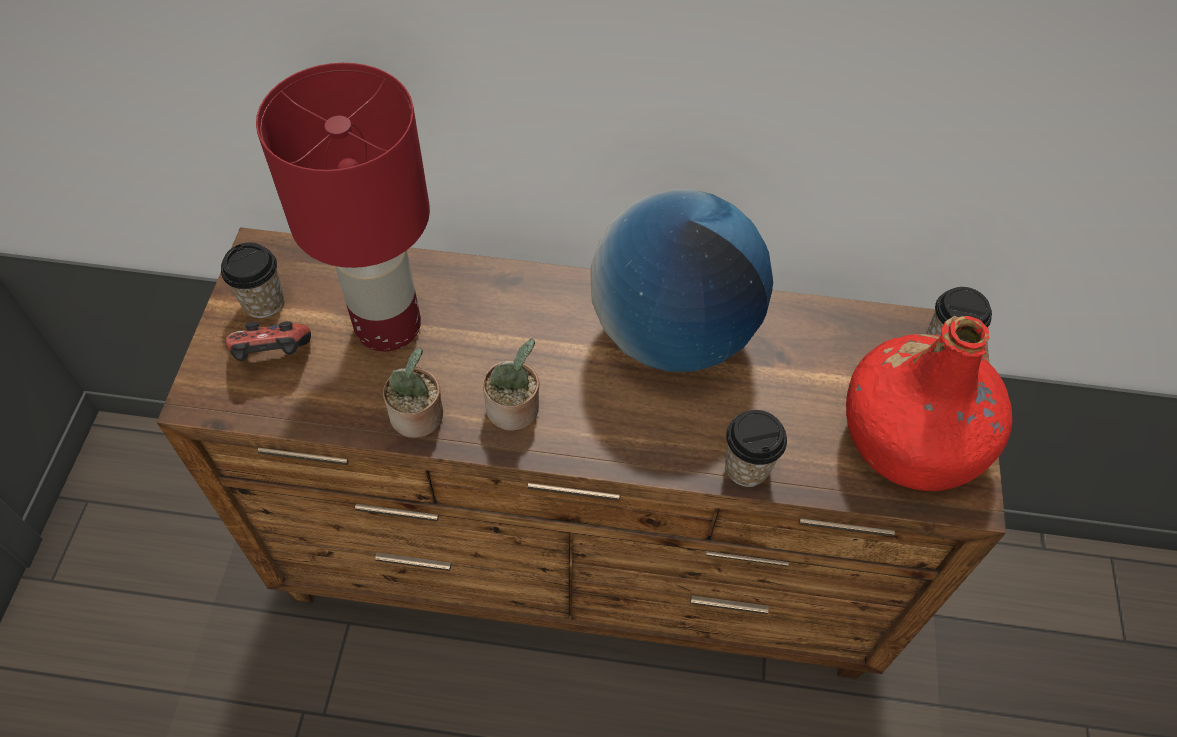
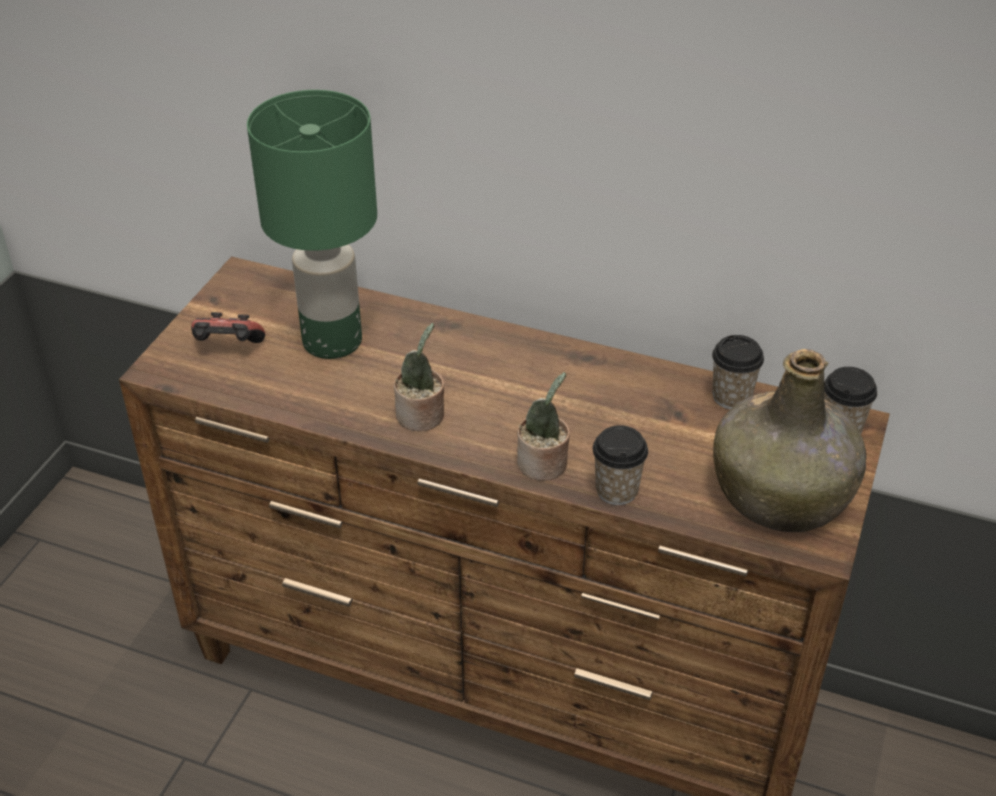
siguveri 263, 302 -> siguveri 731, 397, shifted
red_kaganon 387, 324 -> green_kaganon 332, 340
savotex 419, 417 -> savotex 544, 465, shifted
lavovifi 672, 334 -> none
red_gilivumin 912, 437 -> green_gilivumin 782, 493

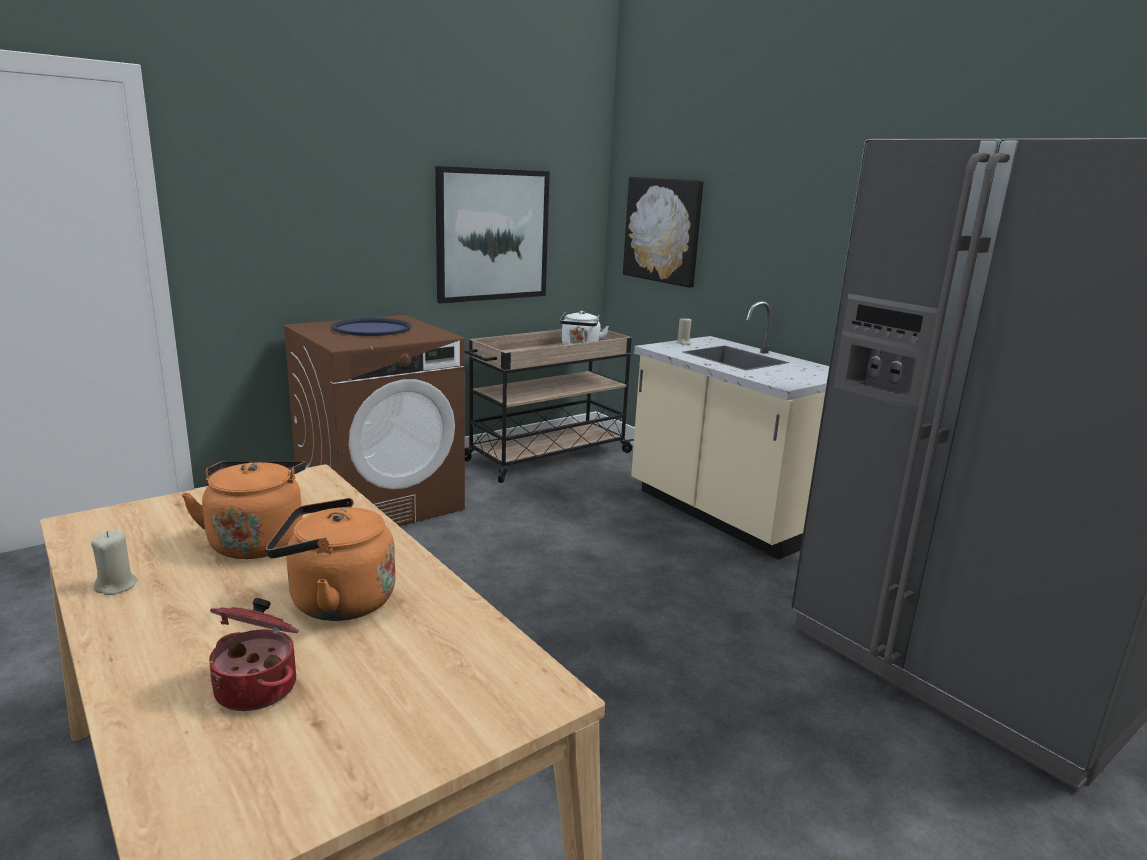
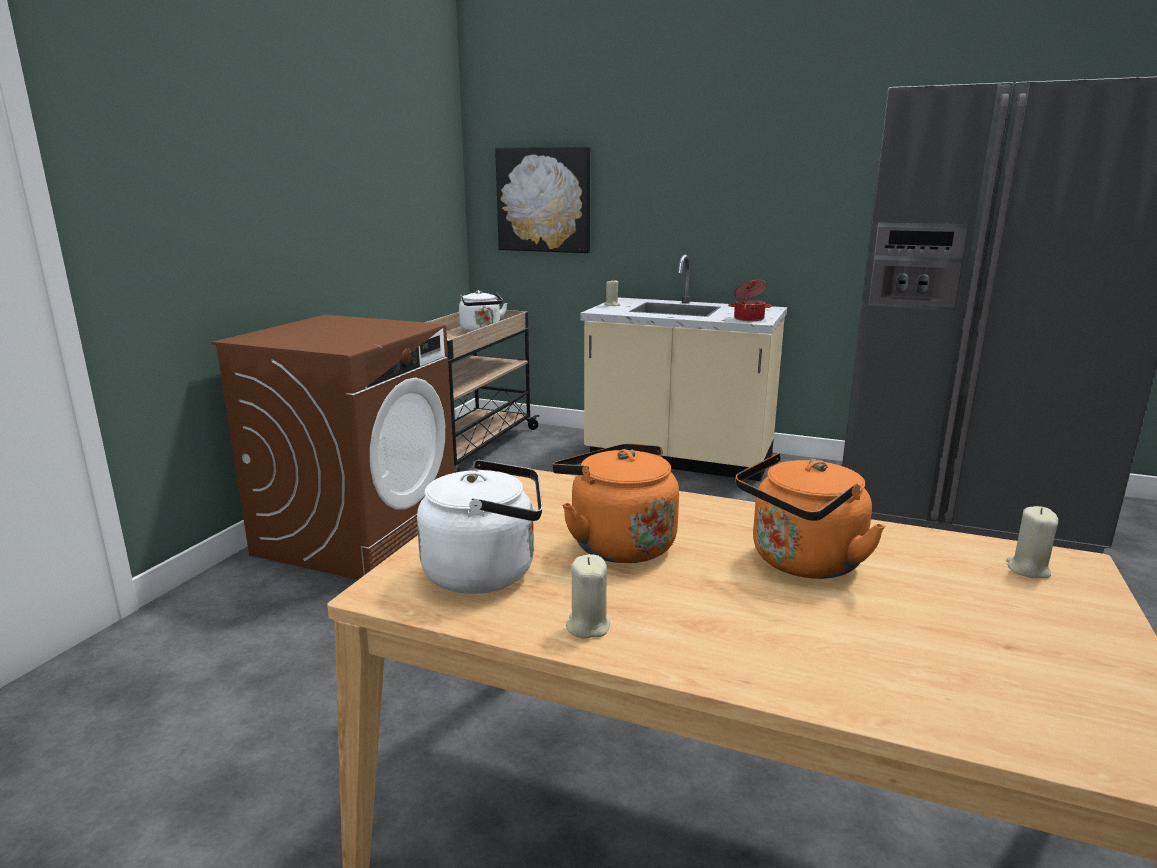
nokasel 258, 687 -> nokasel 748, 319, shifted
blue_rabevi 372, 328 -> none
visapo 492, 235 -> none
none -> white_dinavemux 487, 572
none -> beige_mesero 1027, 569

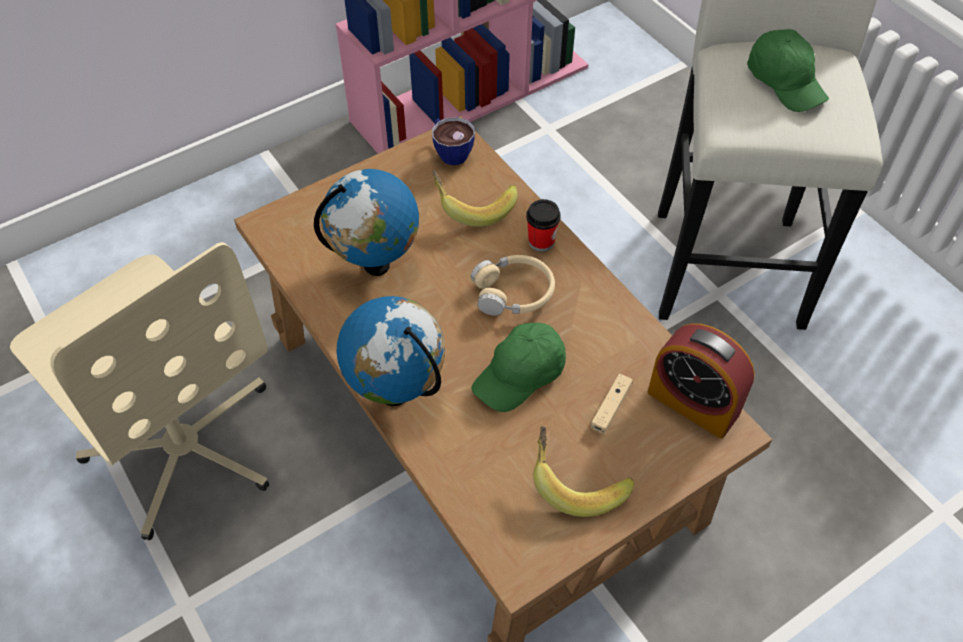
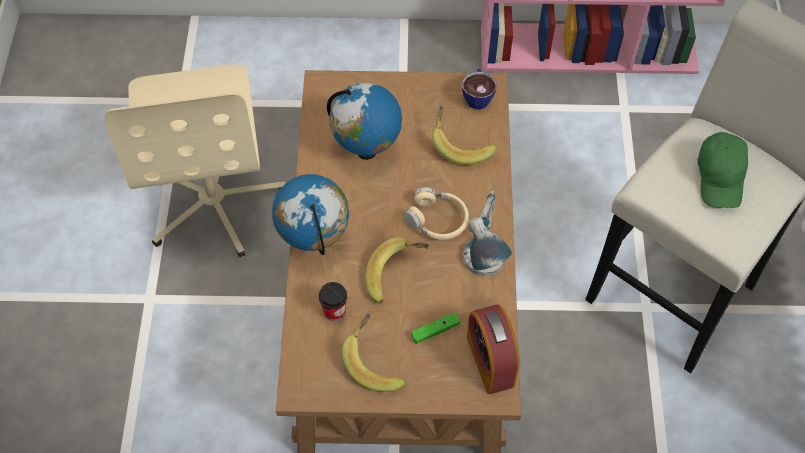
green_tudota 521, 375 -> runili 397, 276
siguveri 541, 242 -> siguveri 334, 311, shifted
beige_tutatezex 611, 407 -> green_tutatezex 435, 331
none -> kaganon 483, 275

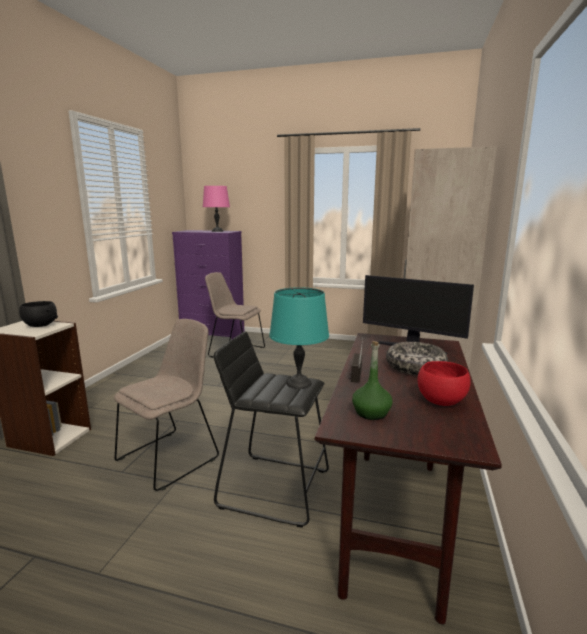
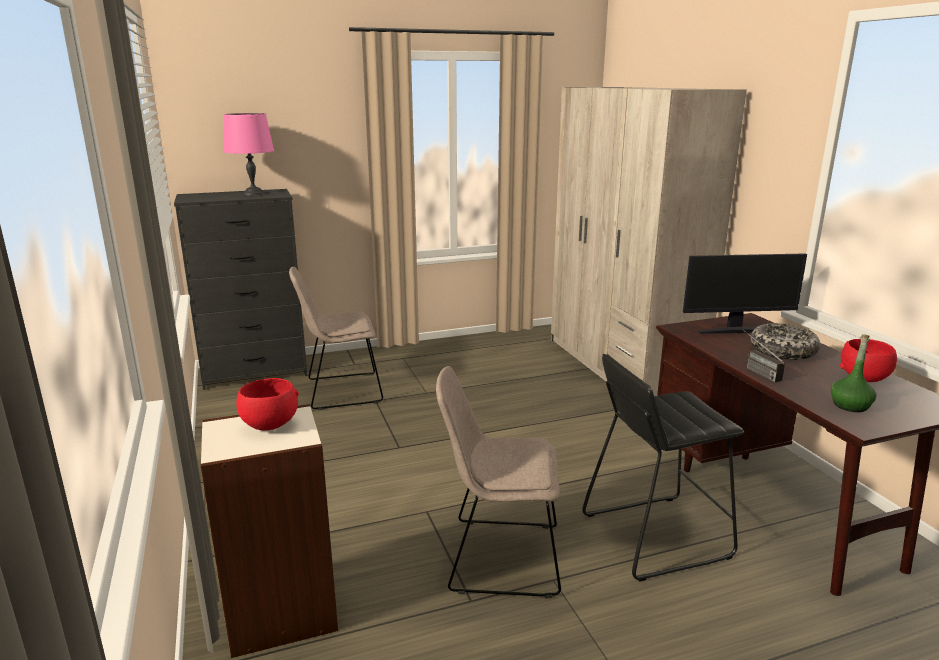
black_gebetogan 40, 325 -> red_gebetogan 269, 425
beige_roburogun 171, 457 -> beige_roburogun 499, 557, 90 degrees counterclockwise
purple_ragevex 213, 334 -> black_ragevex 256, 372
turquoise_kaganon 299, 383 -> none

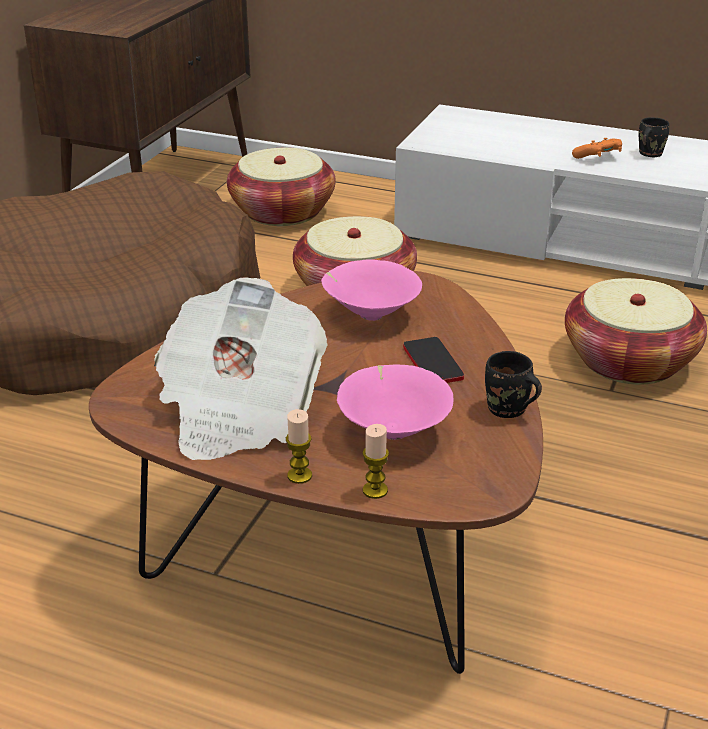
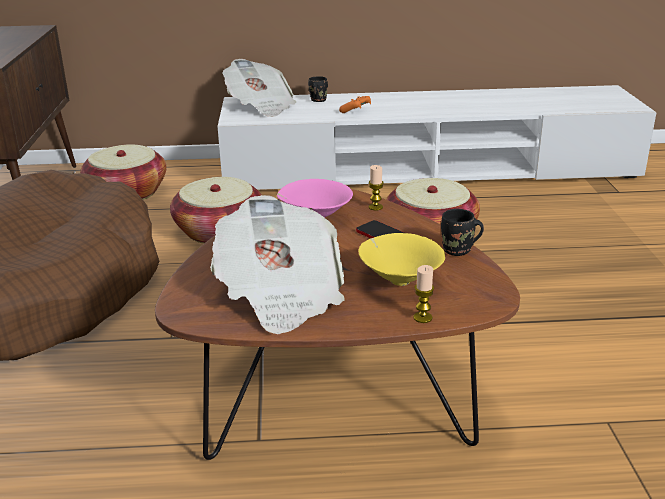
mesero 299, 475 -> mesero 375, 207, shifted
pink_gebetogan 393, 430 -> yellow_gebetogan 398, 280
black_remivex 648, 154 -> black_remivex 317, 100, shifted
none -> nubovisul 260, 107

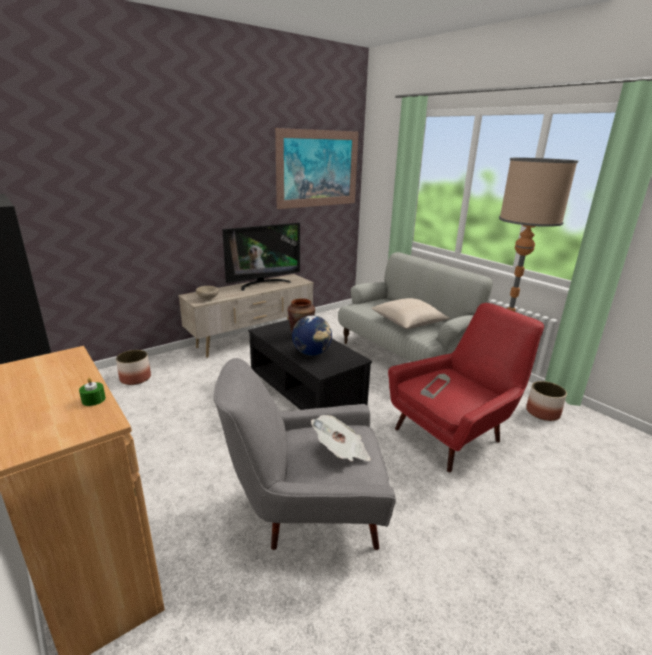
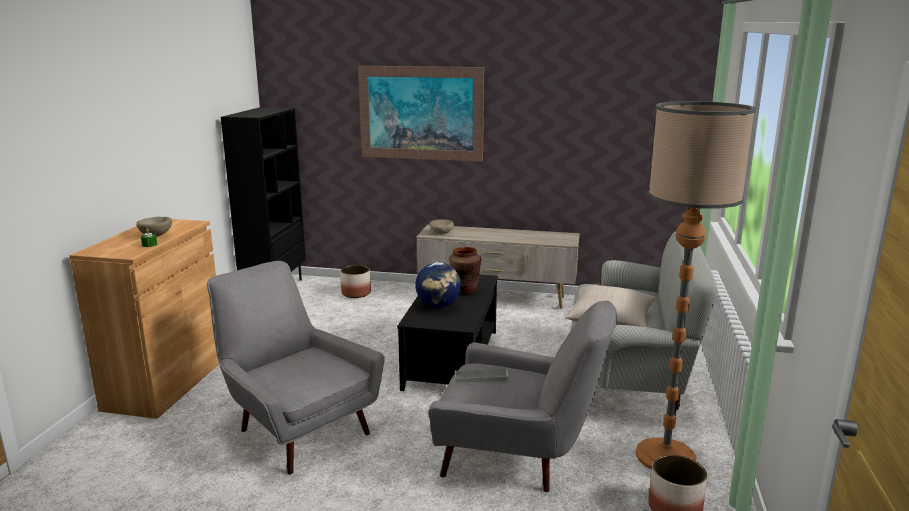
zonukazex 263, 283 -> none
visapo 318, 169 -> visapo 421, 113, shifted
nubovisul 341, 452 -> none
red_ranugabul 455, 433 -> grey_ranugabul 517, 458
none -> beige_gebetogan 156, 235

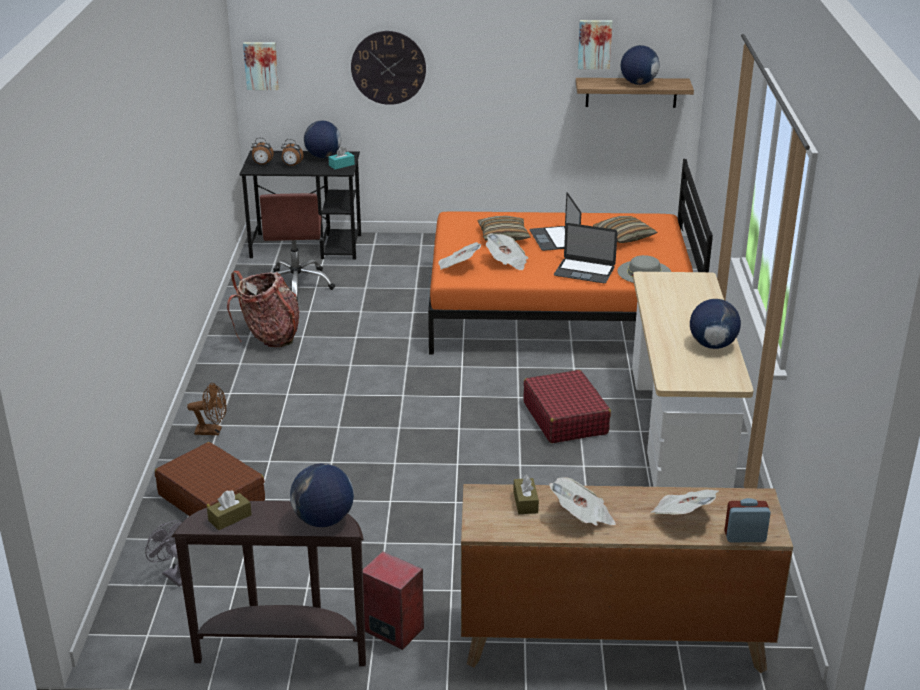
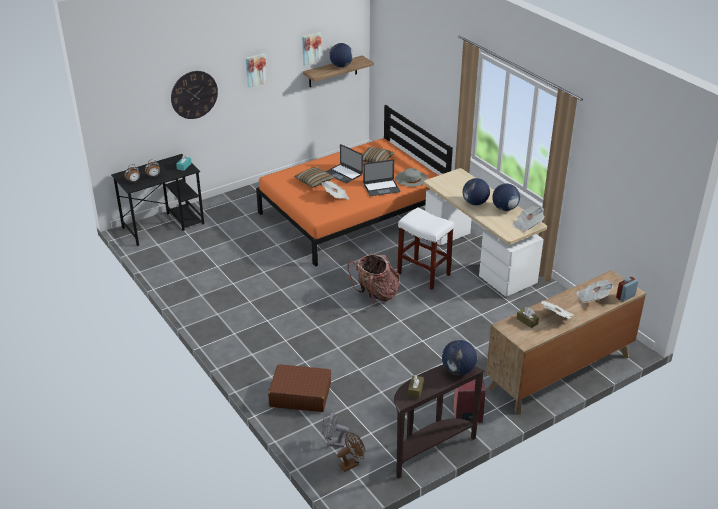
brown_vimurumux 212, 431 -> brown_vimurumux 351, 463, shifted
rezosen 269, 337 -> rezosen 376, 295, shifted
visapo 261, 65 -> visapo 255, 70, shifted
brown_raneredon 297, 284 -> none
lavovifi 323, 156 -> lavovifi 475, 203, shifted
nubovisul 458, 266 -> nubovisul 527, 225, shifted
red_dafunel 565, 418 -> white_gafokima 423, 274

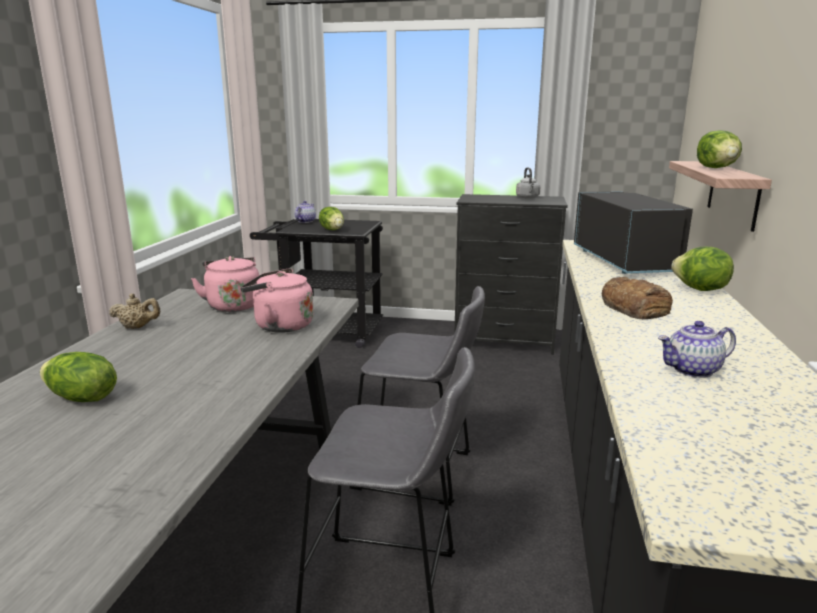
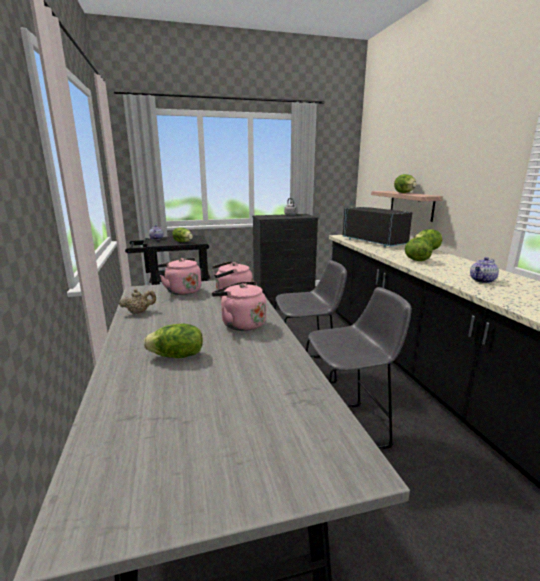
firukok 635, 307 -> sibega 416, 260
none -> pink_dinavemux 241, 324

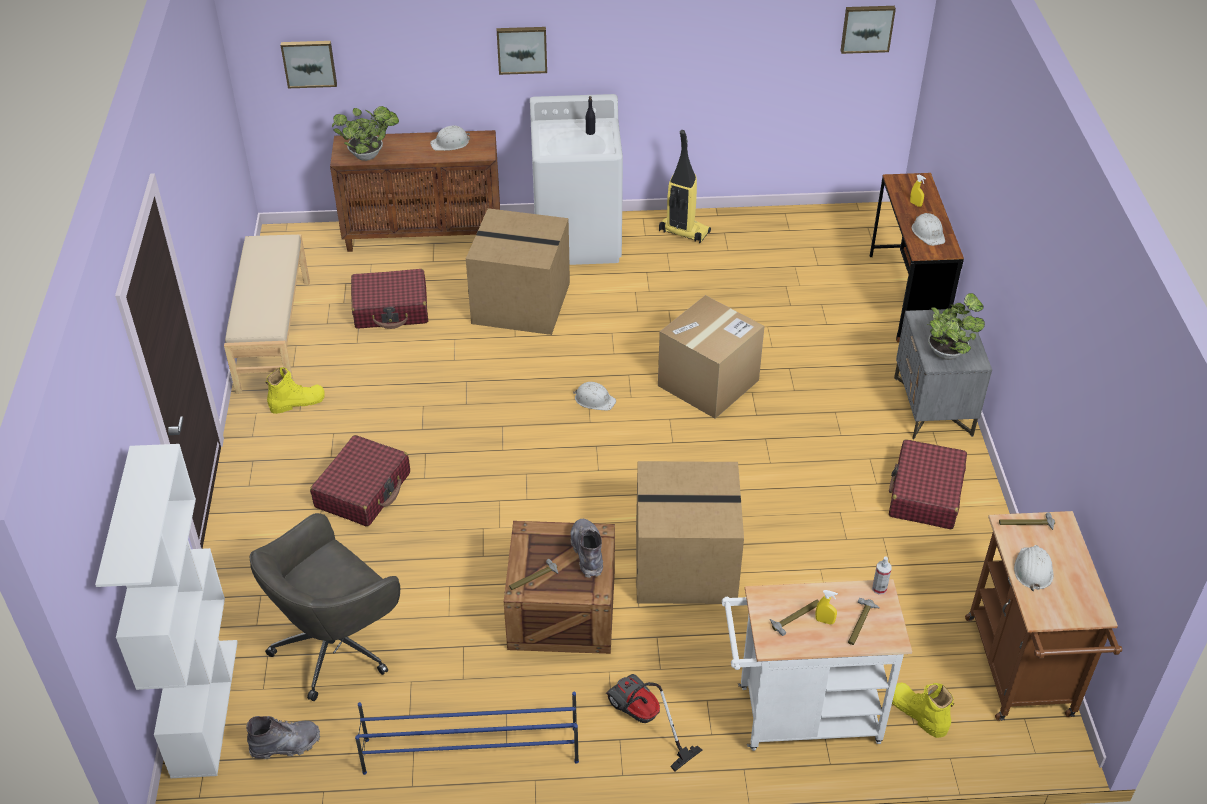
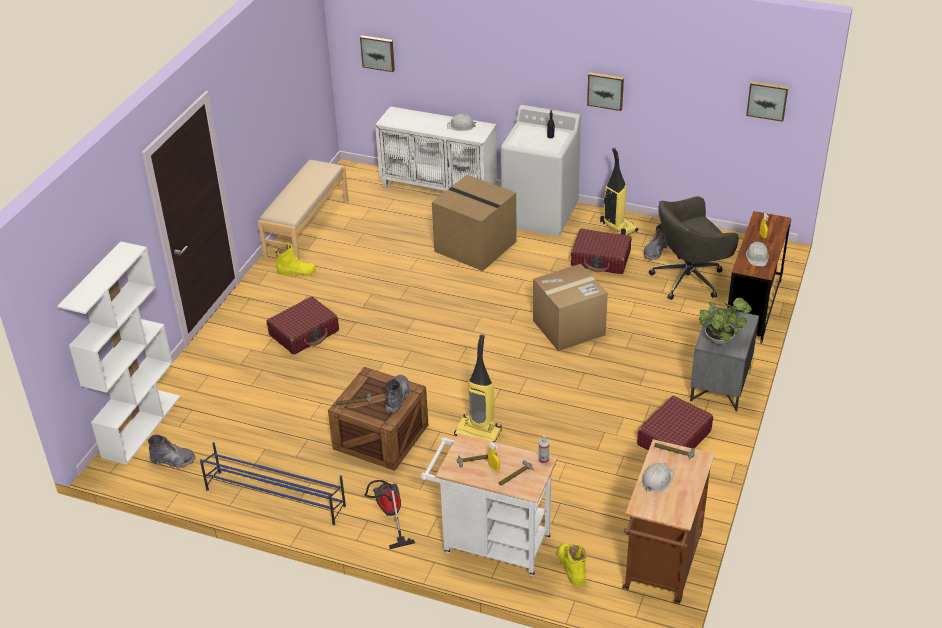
grey_raneredon 337, 645 -> grey_raneredon 689, 279, shifted
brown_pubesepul 424, 234 -> white_pubesepul 439, 188
savotex 369, 155 -> none
red_dafunel 391, 309 -> red_dafunel 601, 259, shifted
visapo 522, 49 -> visapo 605, 90, shifted
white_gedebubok 594, 400 -> none
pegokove 687, 563 -> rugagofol 479, 433
none -> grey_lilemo 655, 251

